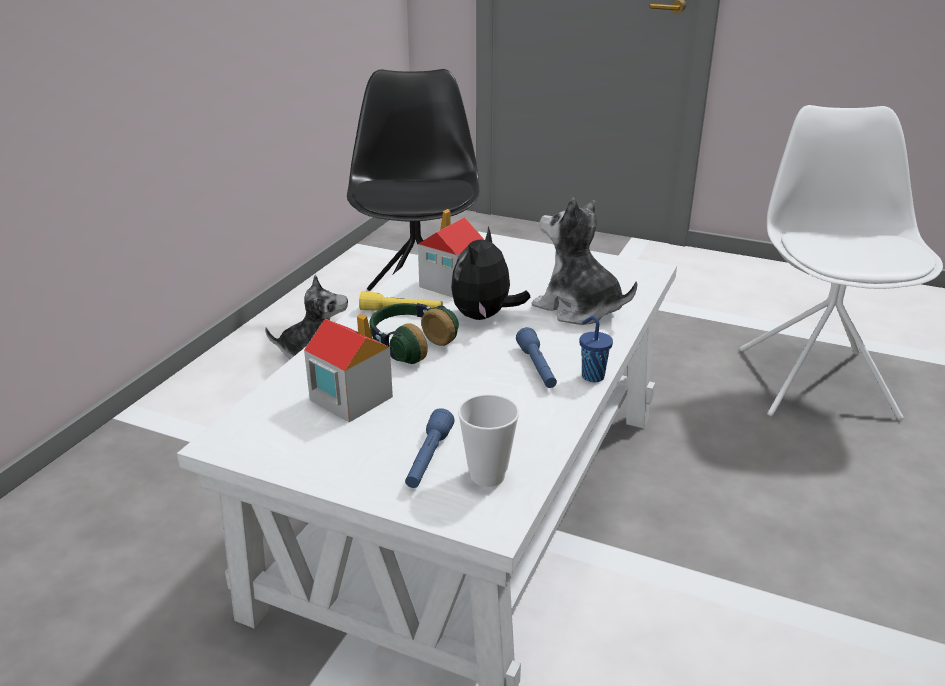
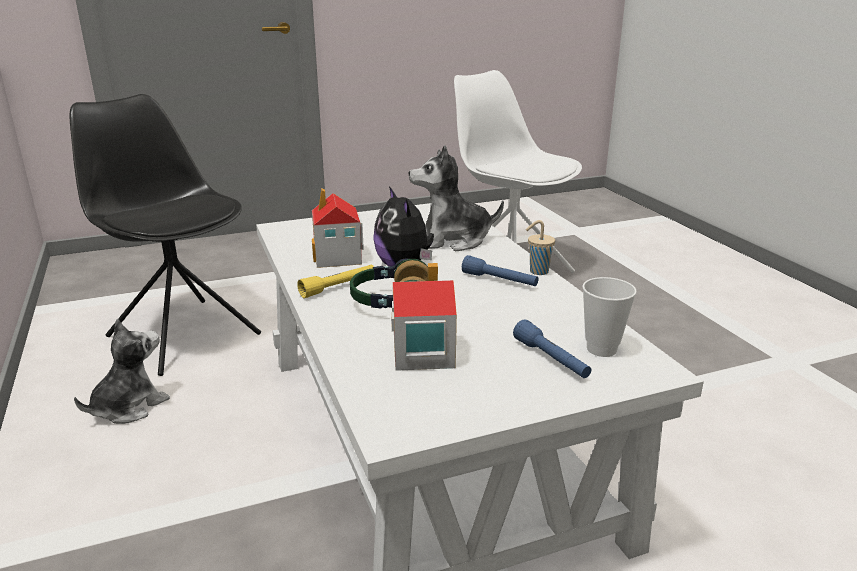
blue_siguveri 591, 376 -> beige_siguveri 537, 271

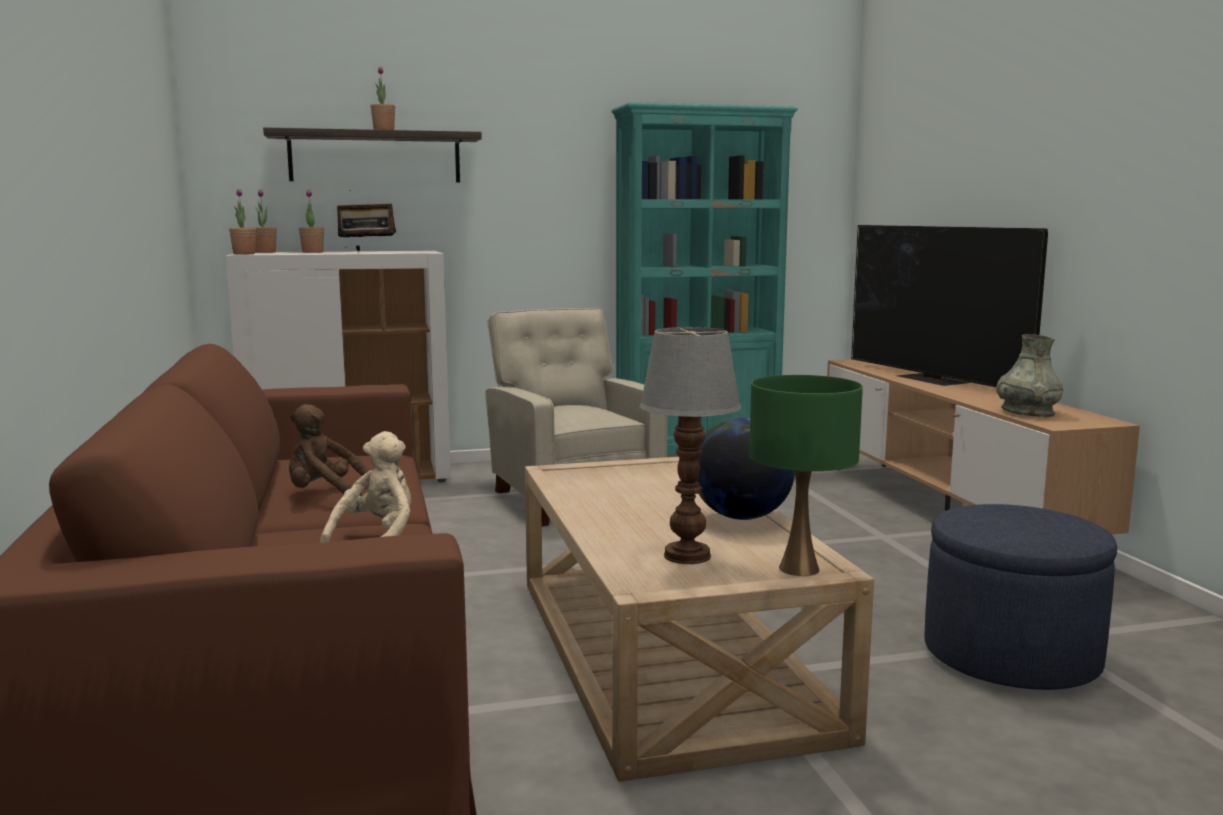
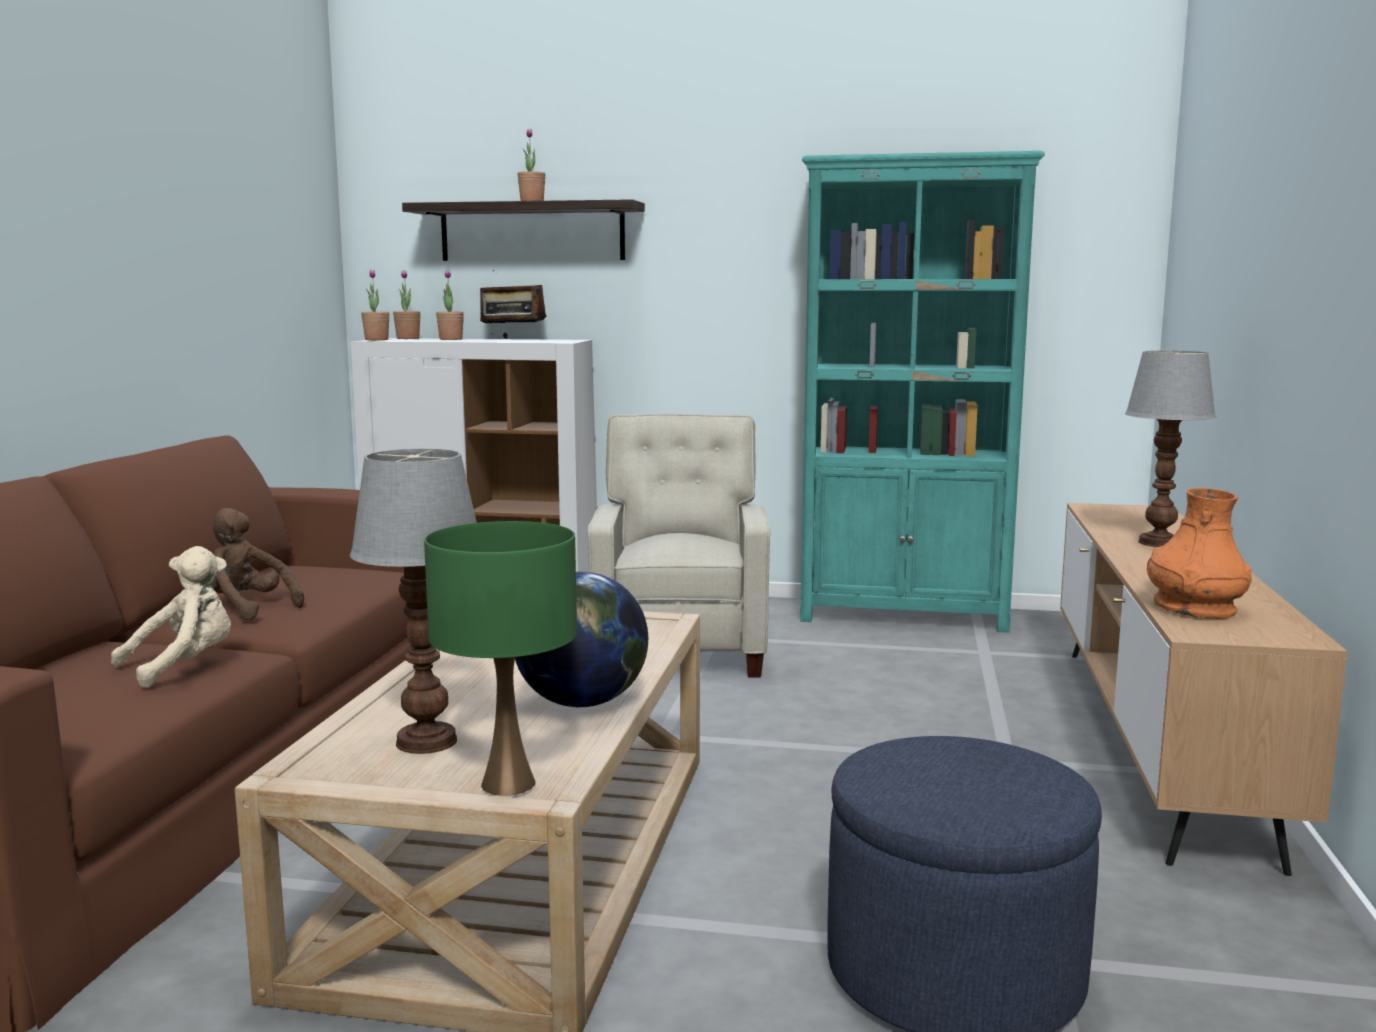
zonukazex 933, 379 -> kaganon 1160, 543
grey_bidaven 1027, 412 -> orange_bidaven 1194, 608

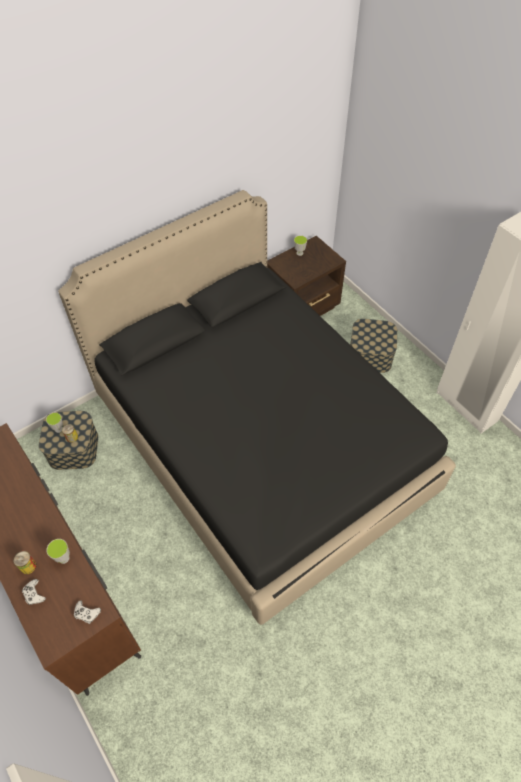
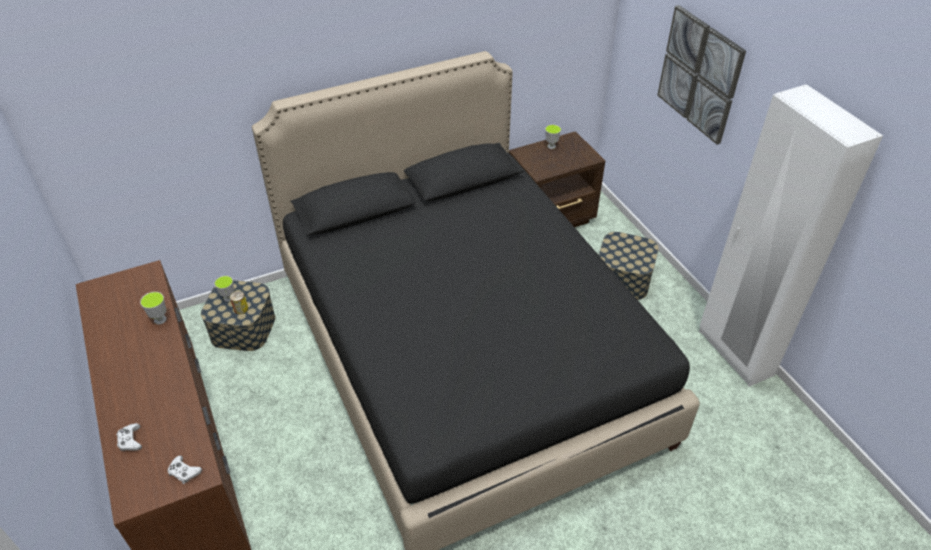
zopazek 28, 566 -> none
siguveri 64, 558 -> siguveri 160, 320, shifted
none -> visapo 699, 74

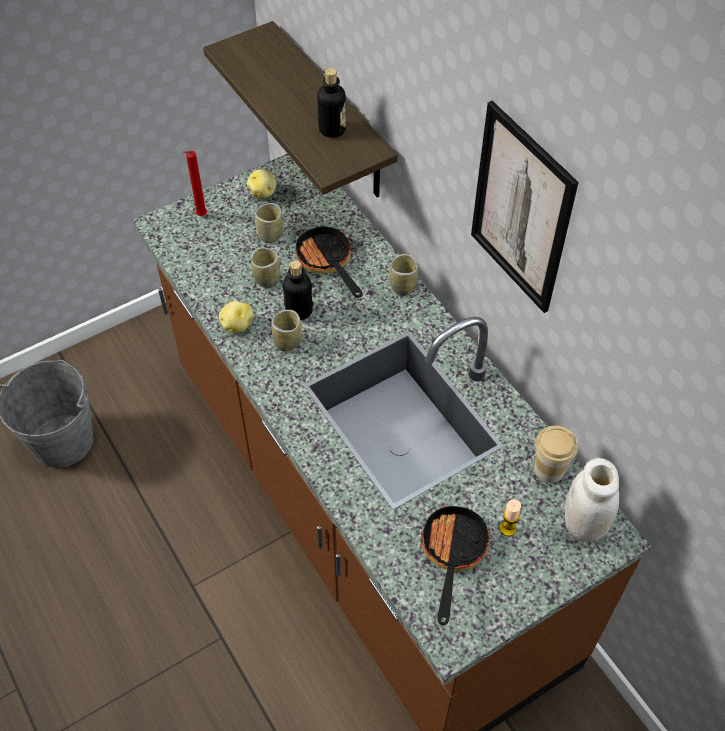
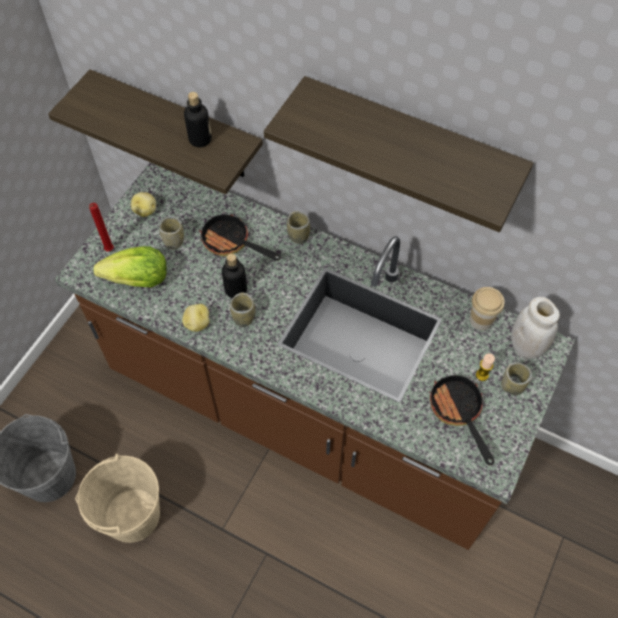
siguveri 267, 279 -> siguveri 512, 386, shifted
visapo 521, 210 -> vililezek 410, 146
none -> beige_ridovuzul 132, 515
none -> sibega 138, 280

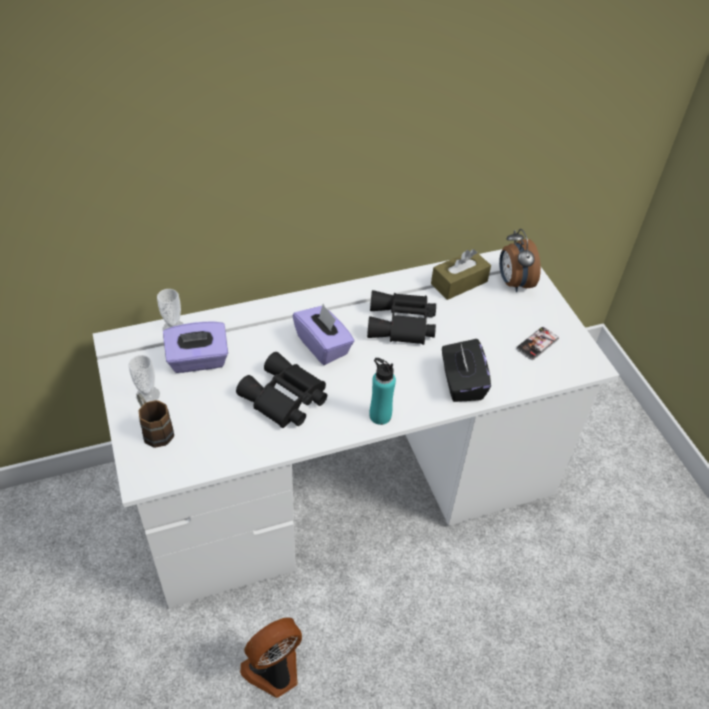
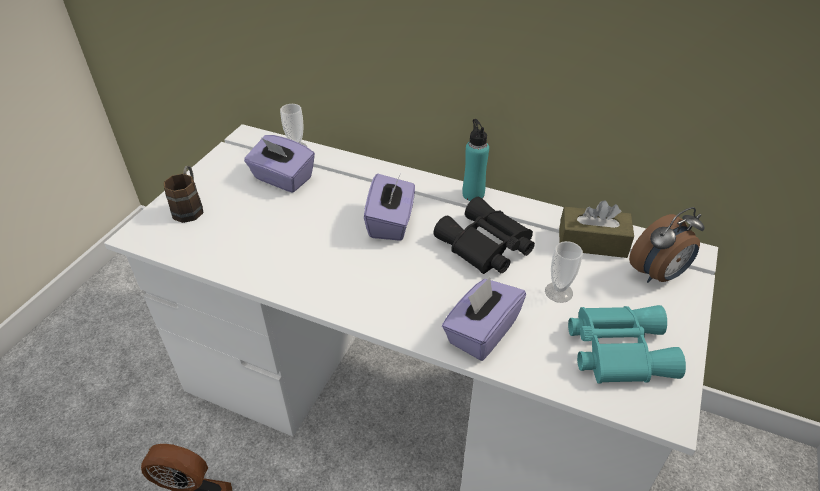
siguveri 147, 395 -> siguveri 558, 292, shifted
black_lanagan 284, 399 -> none
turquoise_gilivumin 380, 415 -> turquoise_gilivumin 473, 194, shifted
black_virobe 461, 383 -> purple_virobe 481, 332
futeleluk 513, 283 -> futeleluk 658, 275, 150 degrees counterclockwise
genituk 537, 344 -> turquoise_lanagan 617, 349

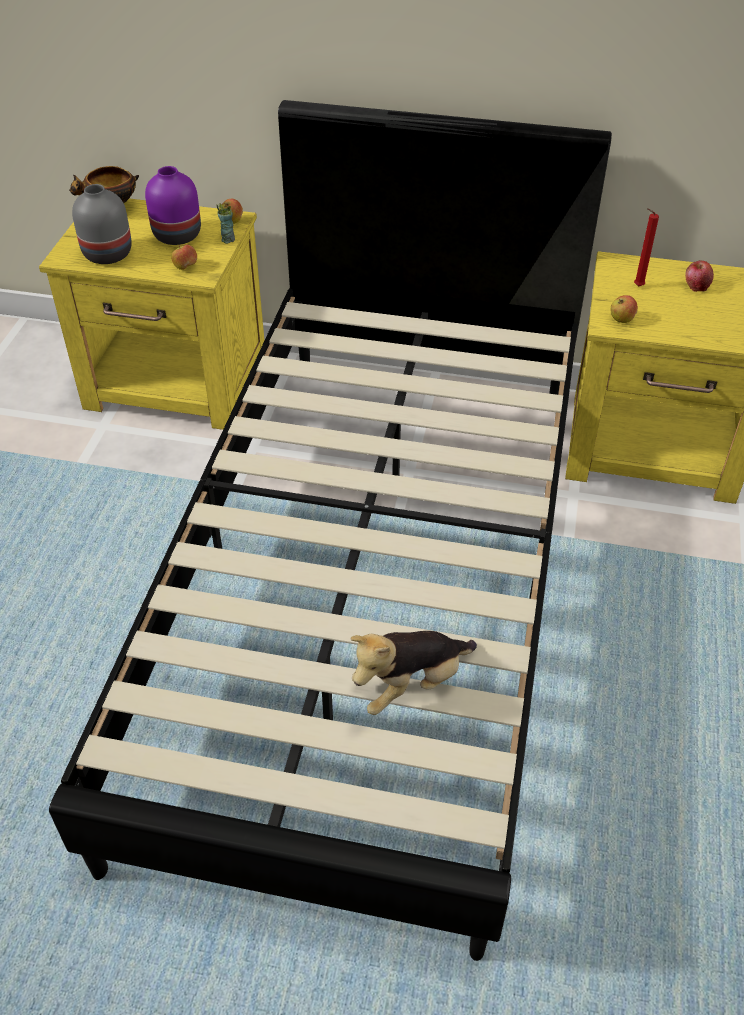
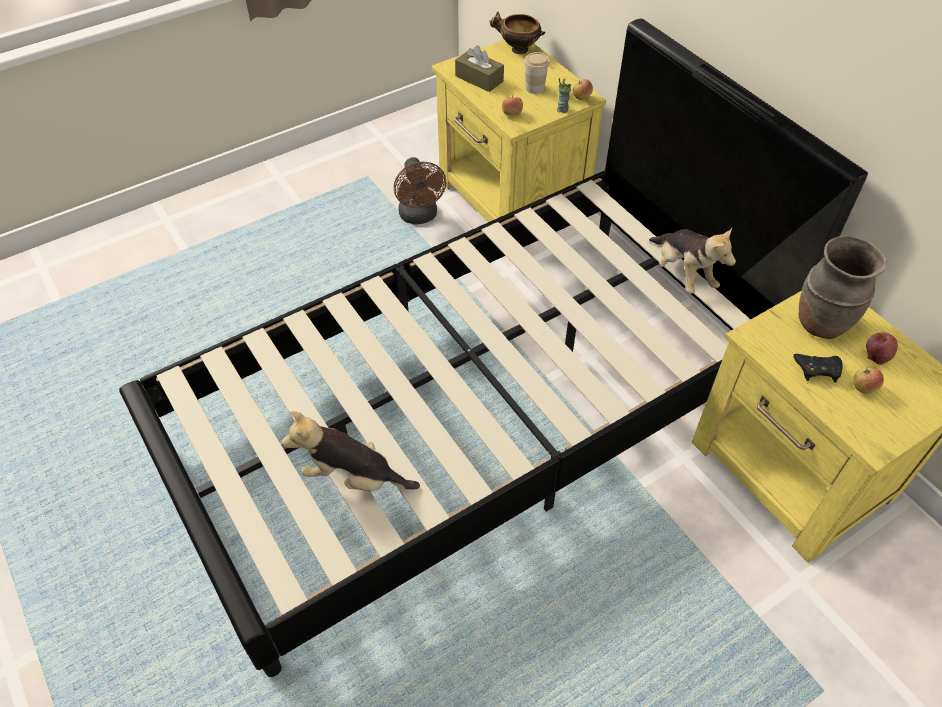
grey_bidaven 109, 253 -> brown_virobe 479, 79
purple_bidaven 176, 235 -> siguveri 534, 88
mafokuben 621, 319 -> mafokuben 863, 387, shifted
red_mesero 636, 286 -> brown_bidaven 821, 322
none -> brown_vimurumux 420, 216
none -> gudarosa 683, 274
none -> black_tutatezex 817, 369

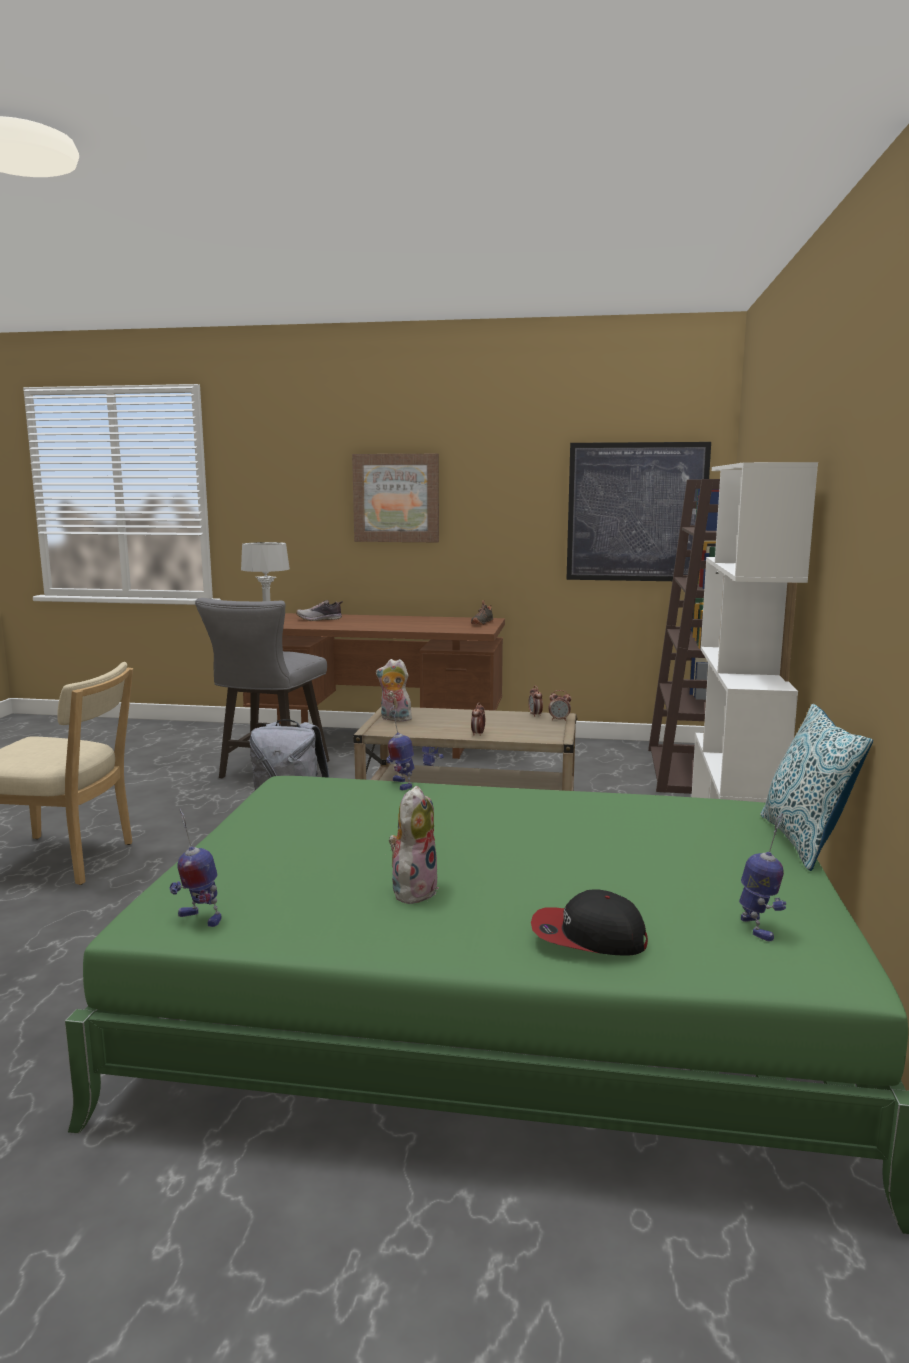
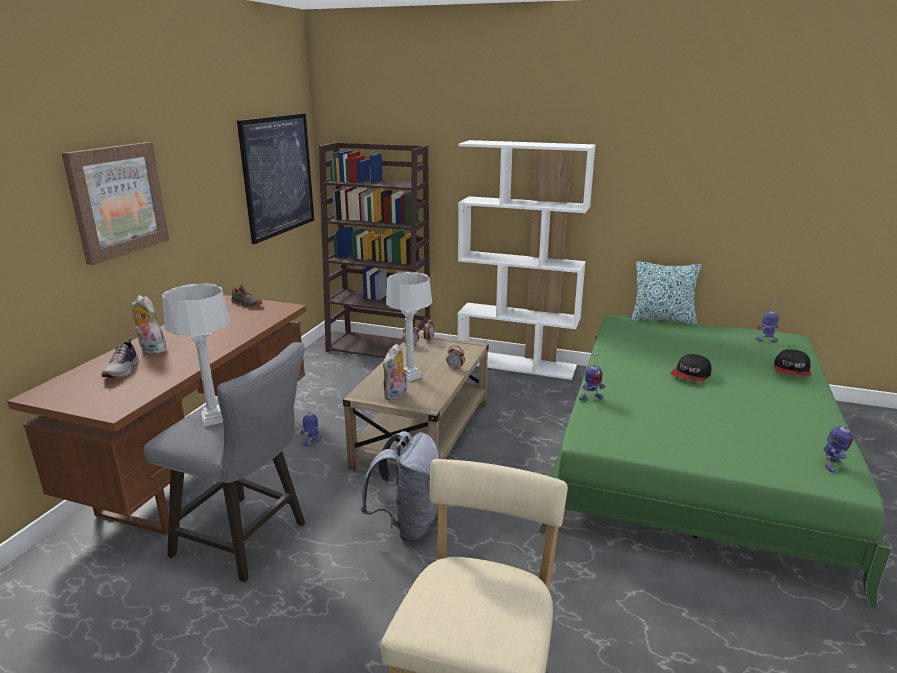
gudarosa 413, 890 -> gudarosa 150, 350, shifted
none -> grey_kaganon 411, 376
none -> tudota 691, 375

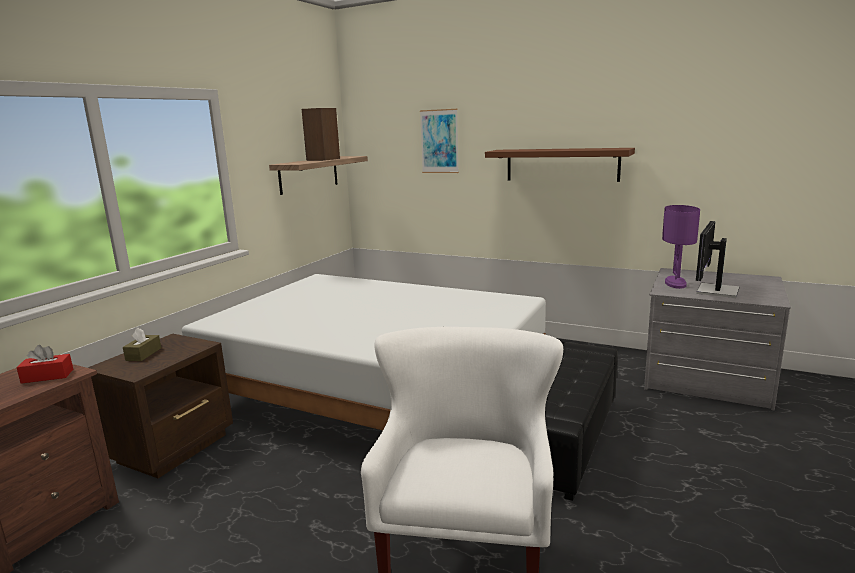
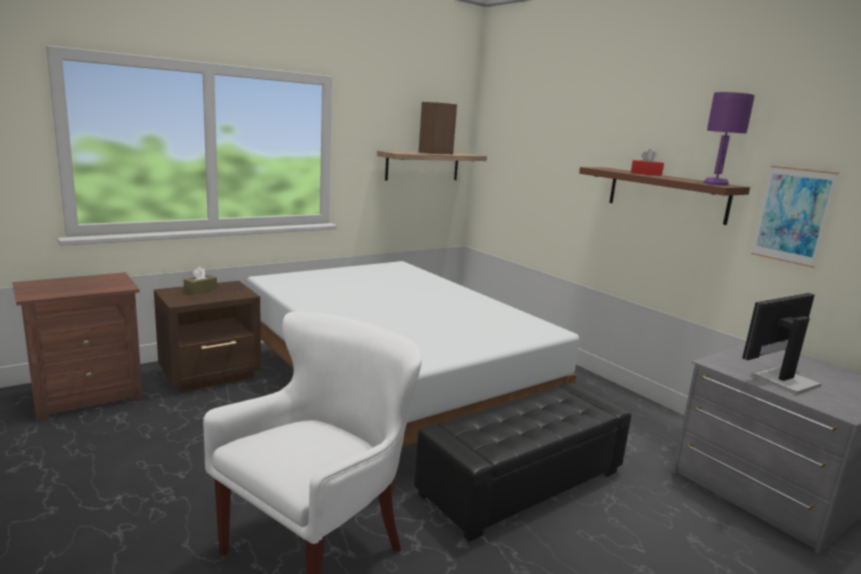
red_virobe 47, 376 -> red_virobe 646, 173, shifted
visapo 439, 141 -> visapo 792, 215, shifted
purple_kaganon 675, 283 -> purple_kaganon 715, 183, shifted

